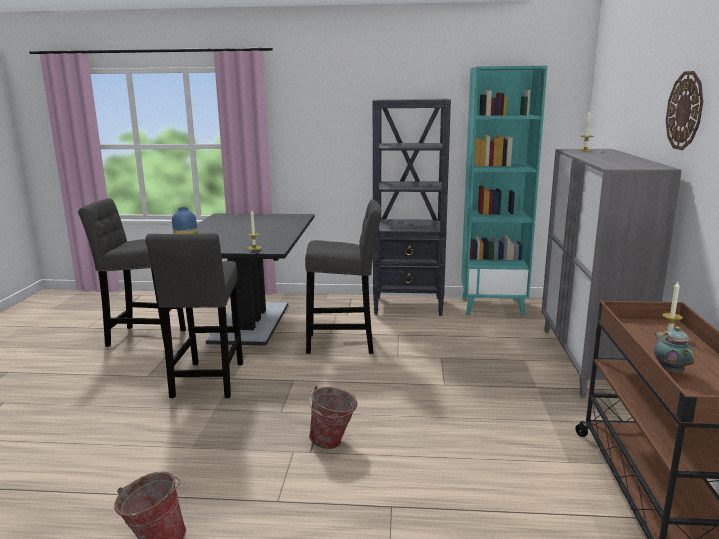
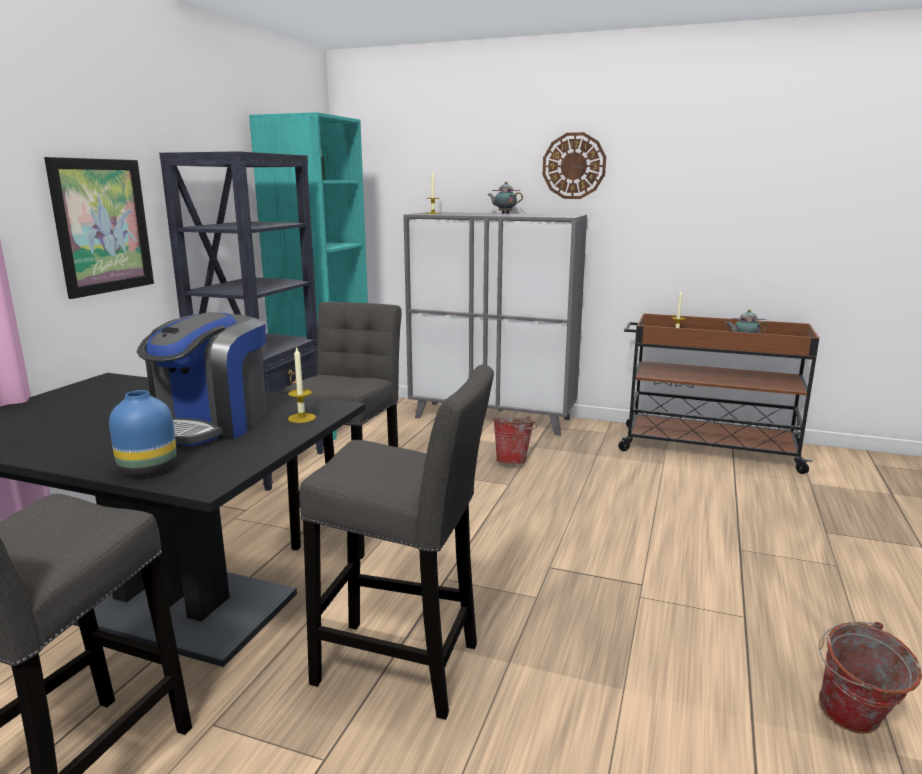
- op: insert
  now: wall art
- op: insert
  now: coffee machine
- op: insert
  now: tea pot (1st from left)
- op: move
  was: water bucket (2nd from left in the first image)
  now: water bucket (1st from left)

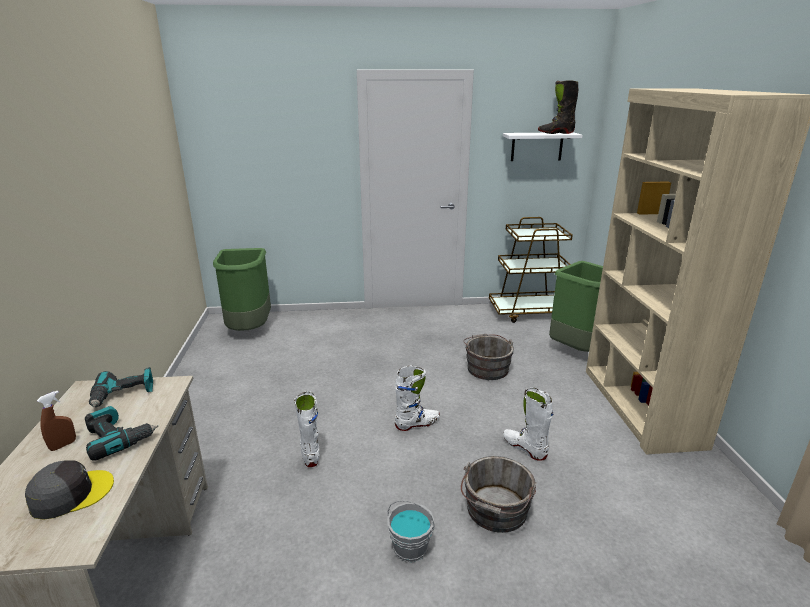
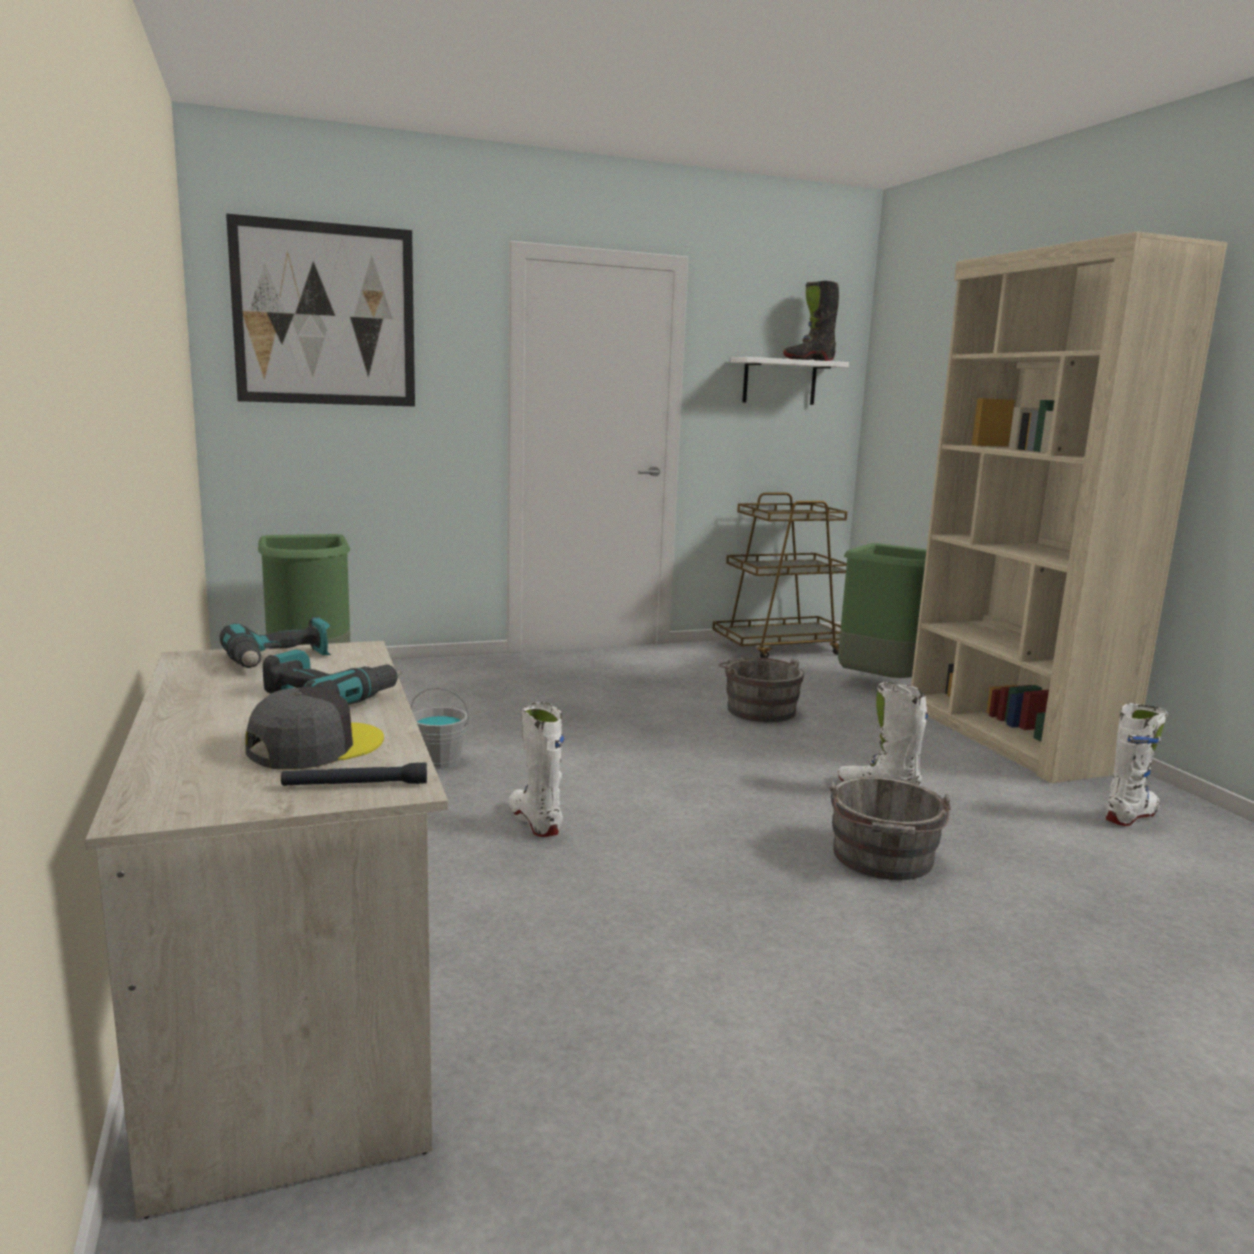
- op: insert
  now: wall art
- op: insert
  now: black hand torch
- op: move
  was: grey water bucket (1st from left)
- op: move
  was: whitish tall boot (2nd from left in the first image)
  now: whitish tall boot (3rd from left)
- op: delete
  was: brown-coloured sprayer

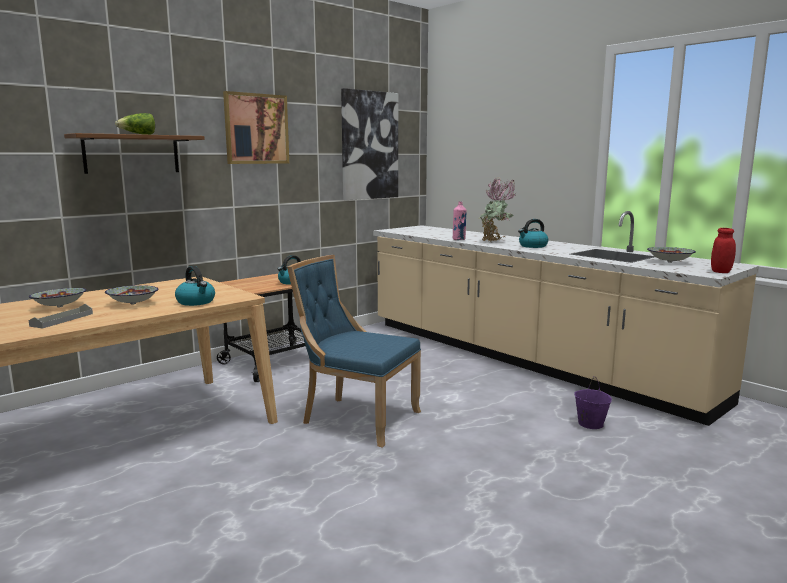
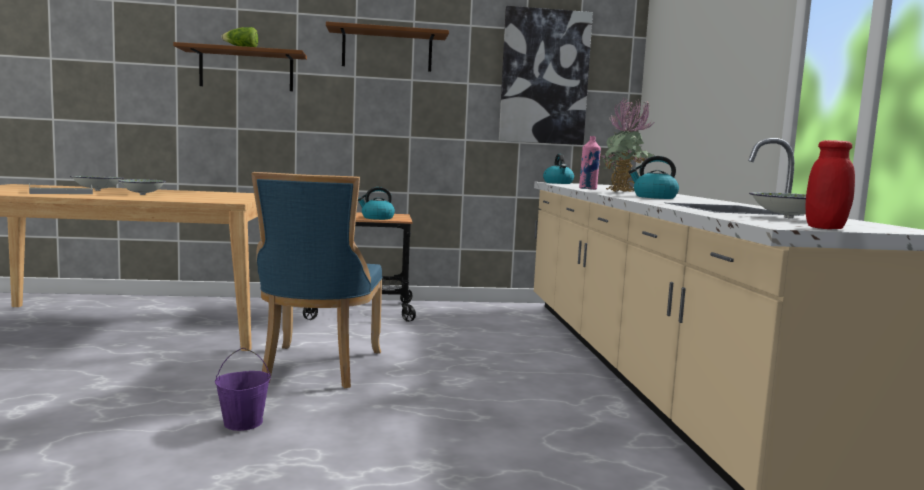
- op: move
  was: purple water bucket
- op: rotate
  was: blue chair
  clockwise: -150
- op: replace
  was: wall art (1st from left)
  now: brown-coloured shelf (2nd from left)
- op: move
  was: kettle (1st from left in the first image)
  now: kettle (2nd from left)

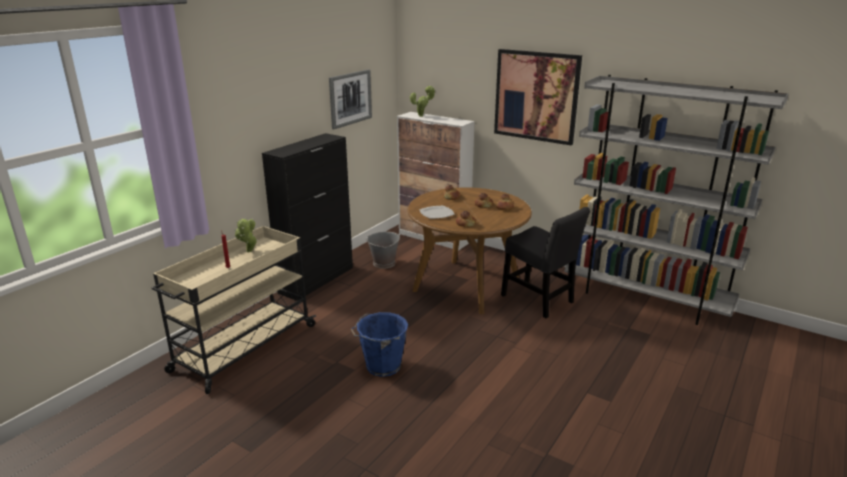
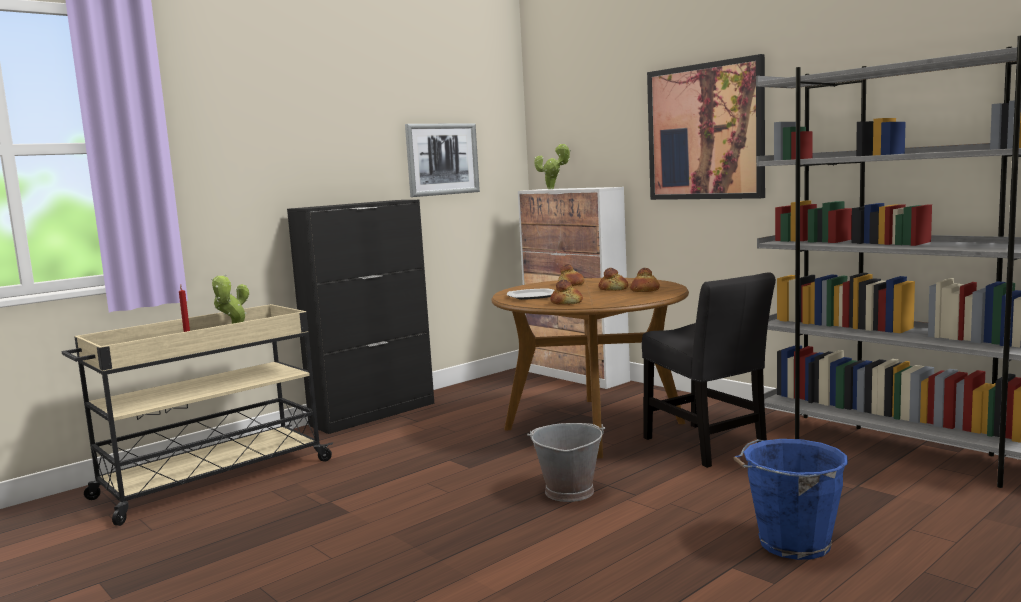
- op: move
  was: grey water bucket
- op: move
  was: blue water bucket

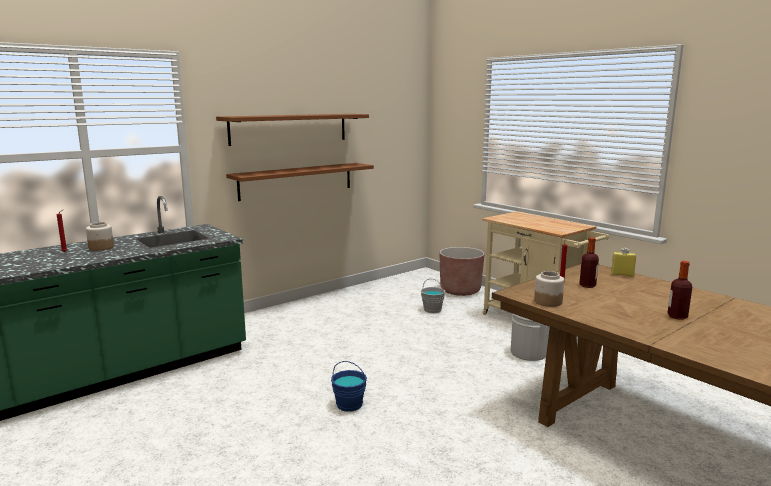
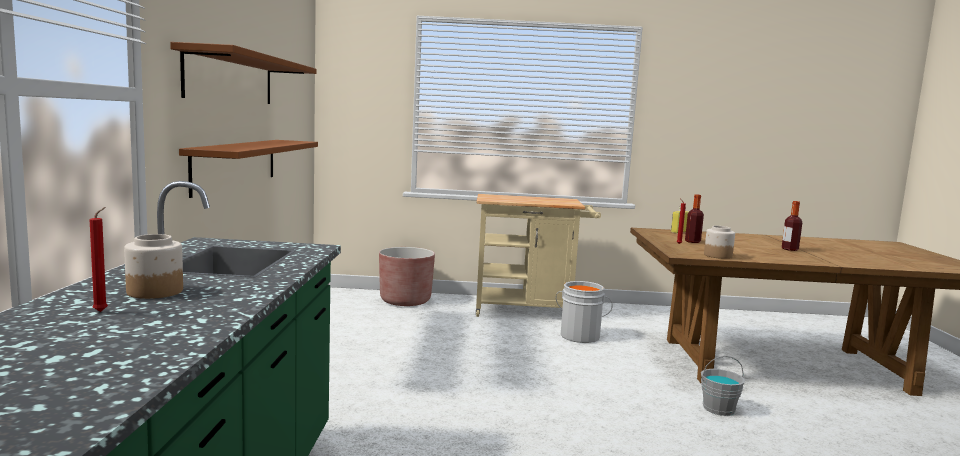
- op: move
  was: grey water bucket (1st from left in the first image)
  now: grey water bucket (2nd from left)
- op: delete
  was: blue water bucket

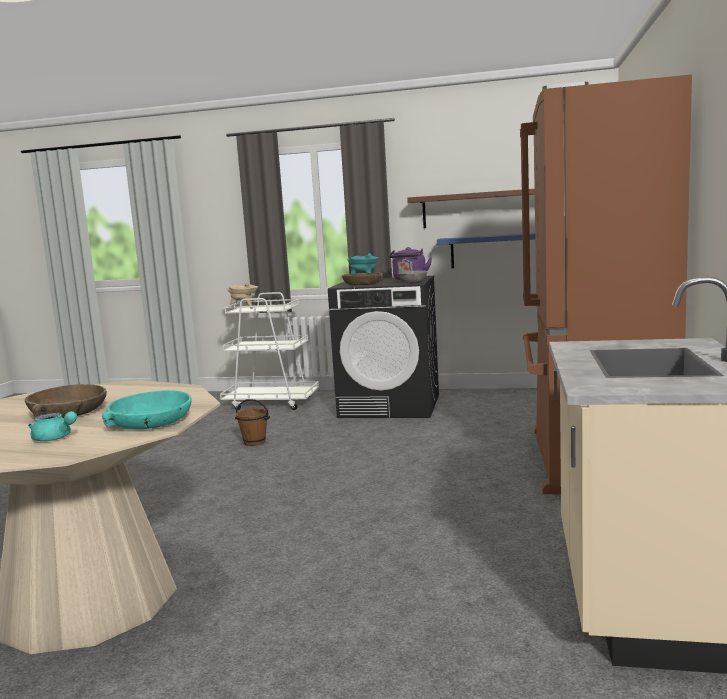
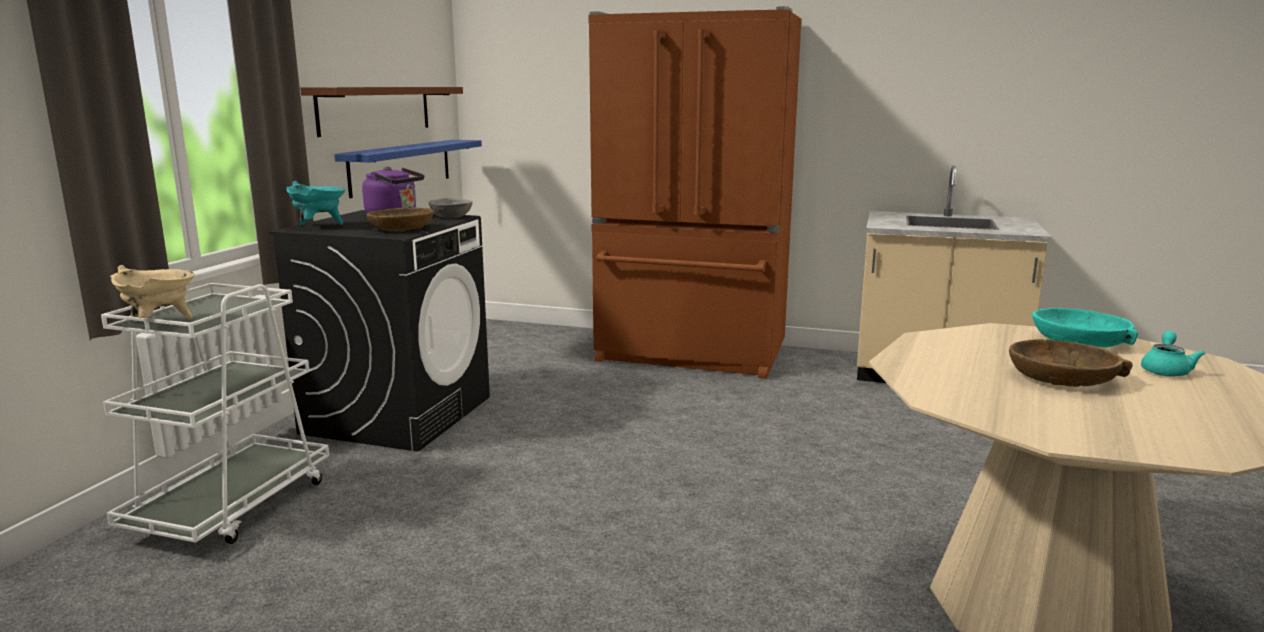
- op: delete
  was: brown-coloured water bucket

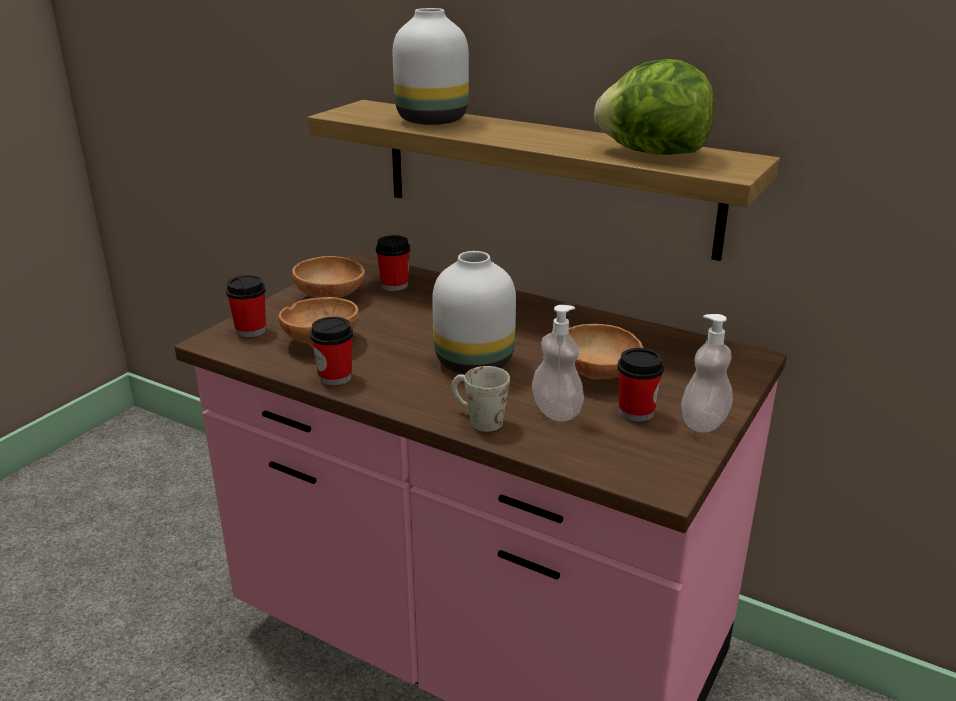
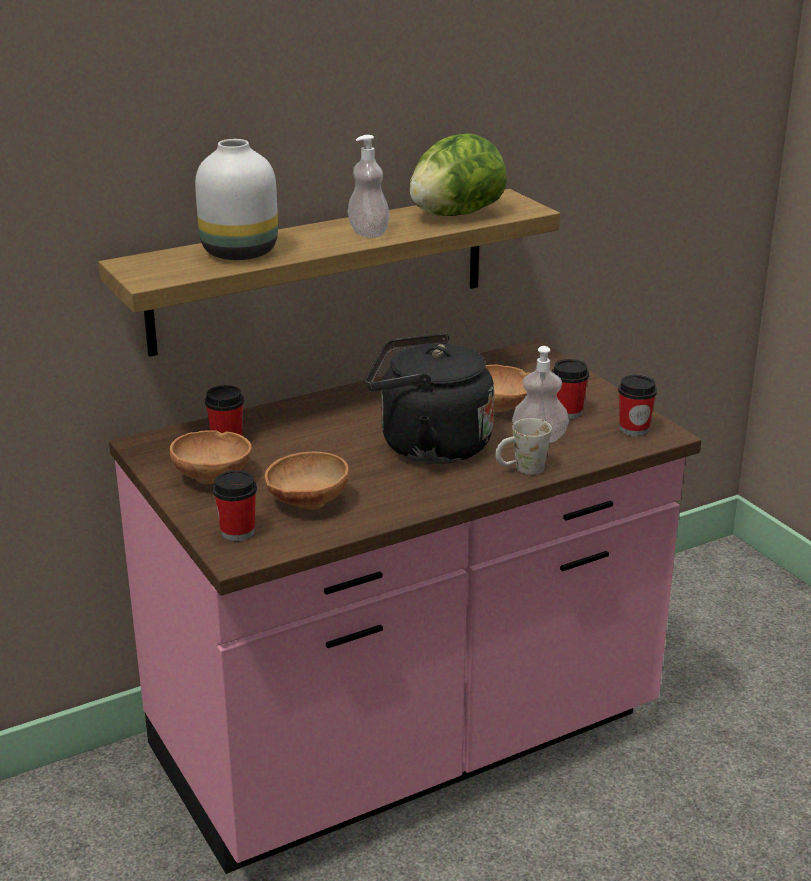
- op: move
  was: soap dispenser (2nd from left in the first image)
  now: soap dispenser (1st from left)
- op: replace
  was: whitish vase (2nd from left)
  now: black kettle
- op: move
  was: cup (2nd from left in the first image)
  now: cup (4th from left)

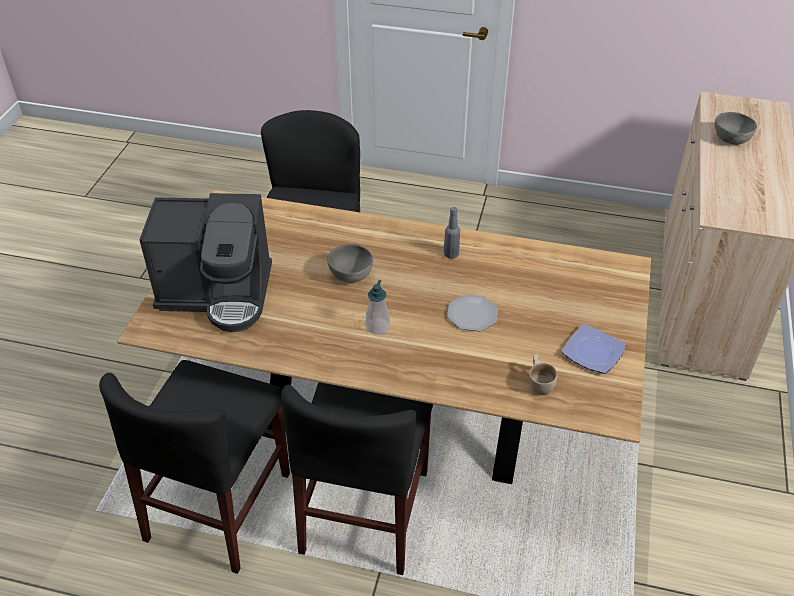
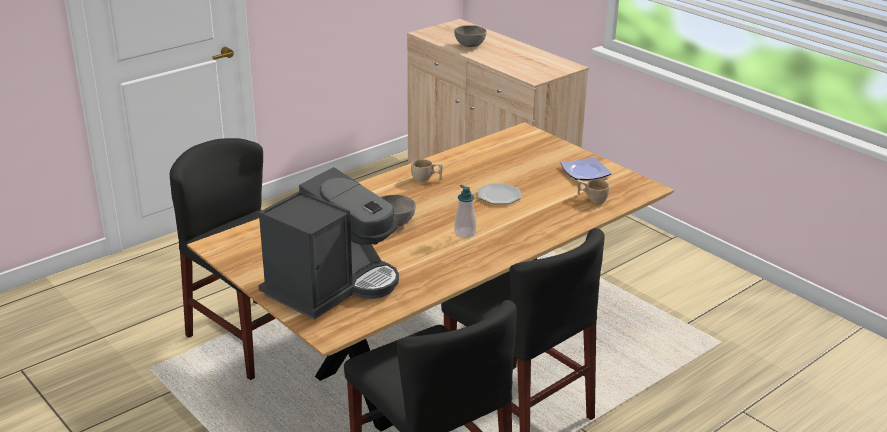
- op: replace
  was: grey bottle
  now: sand-coloured cup (1st from left)

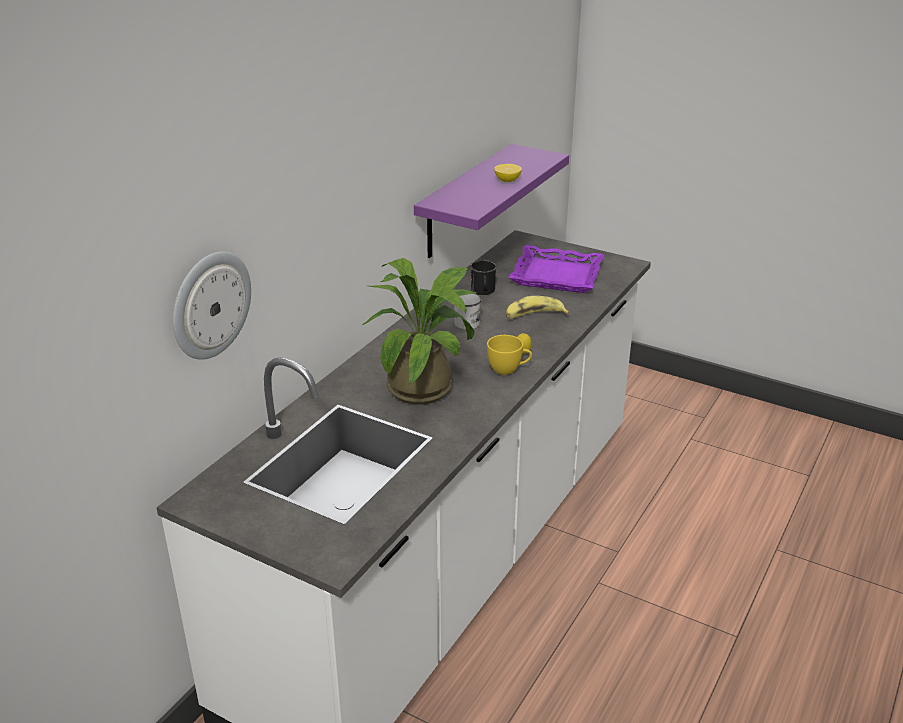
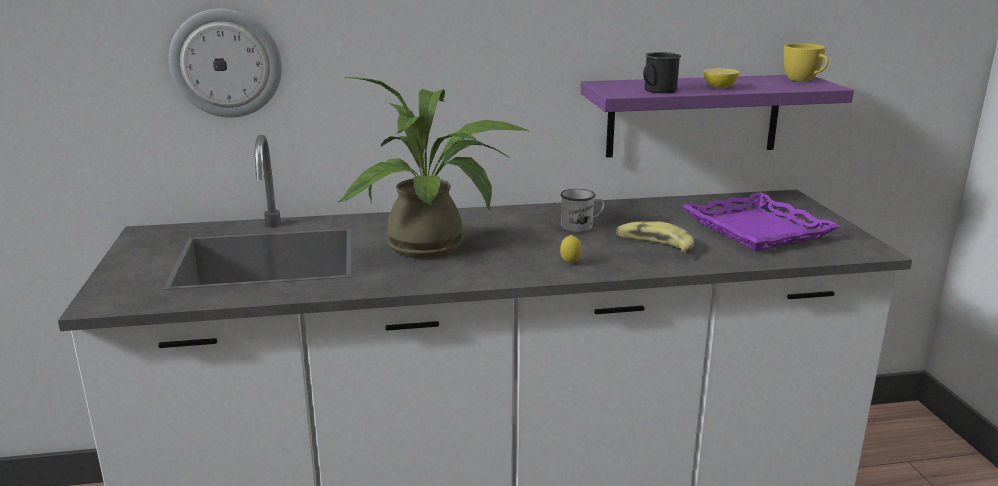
- op: move
  was: black coffee mug
- op: move
  was: yellowish cup

